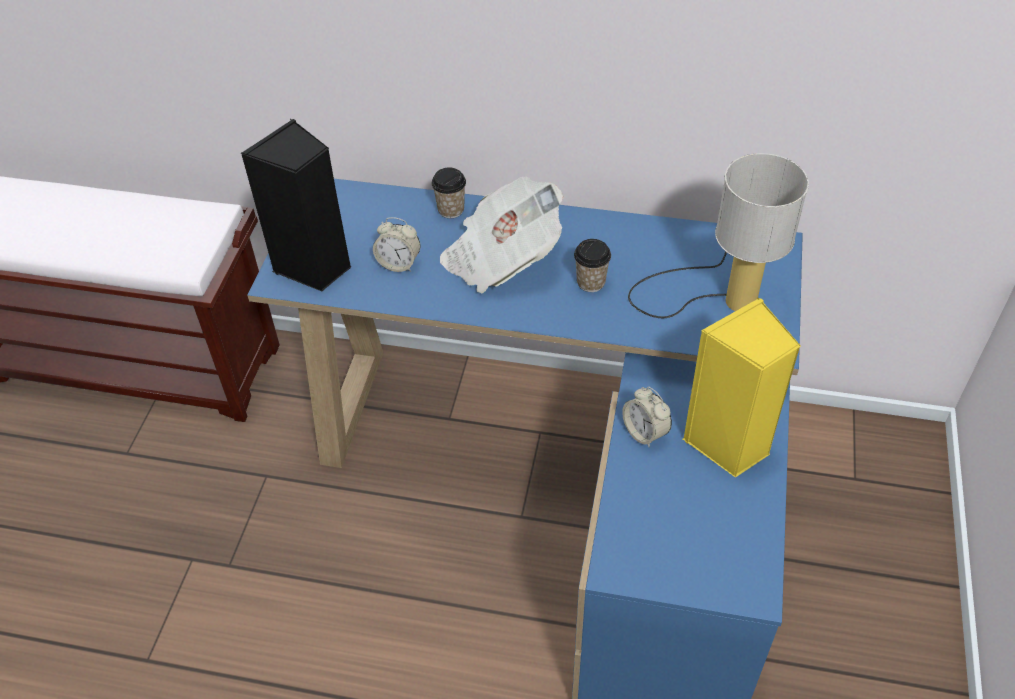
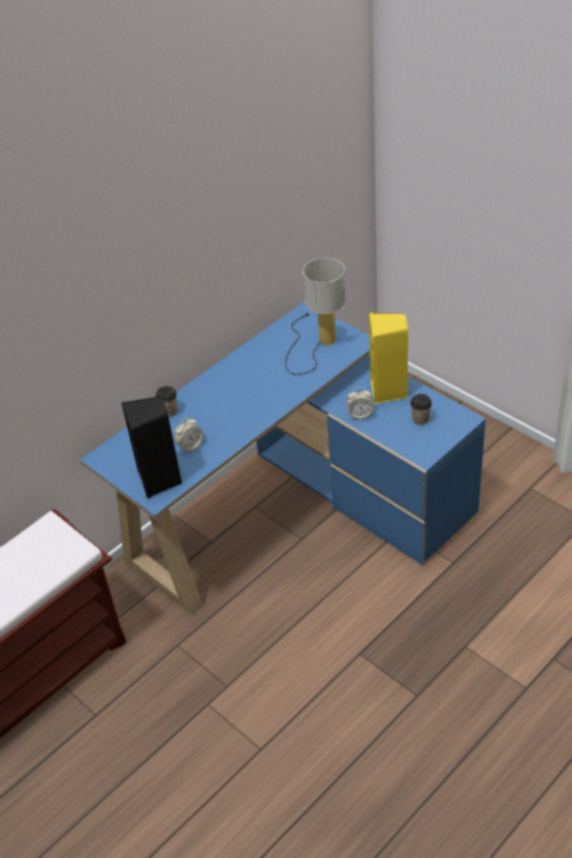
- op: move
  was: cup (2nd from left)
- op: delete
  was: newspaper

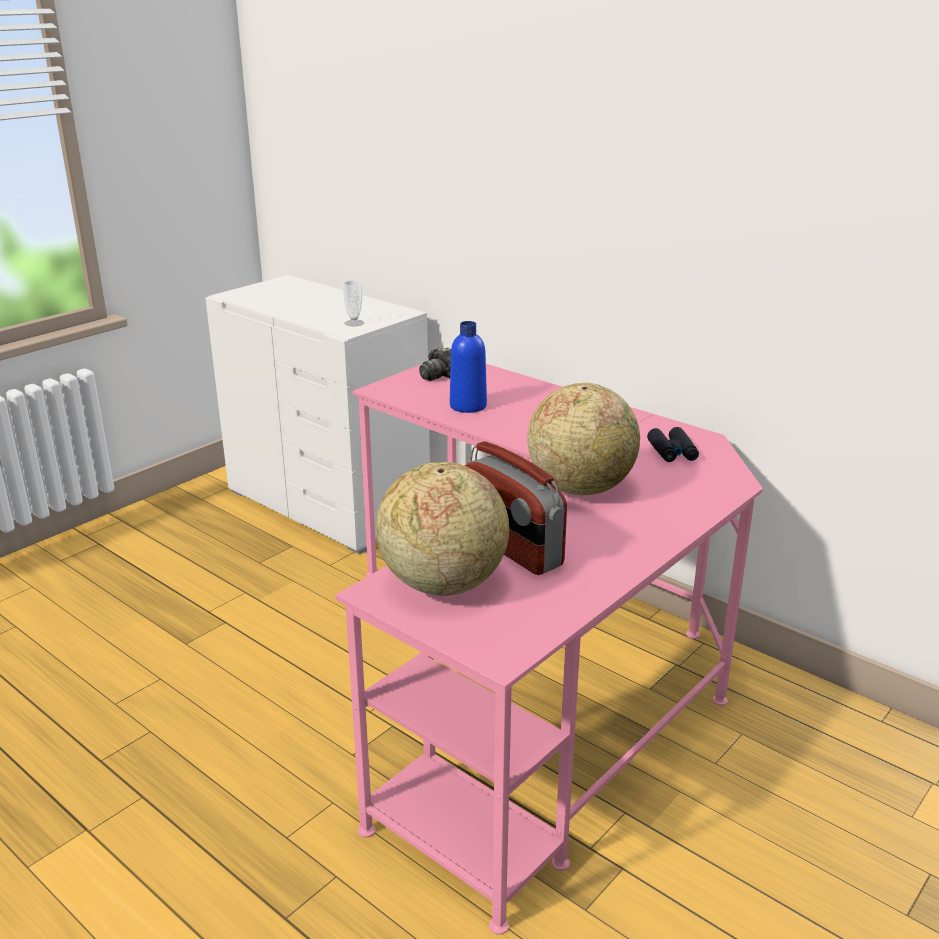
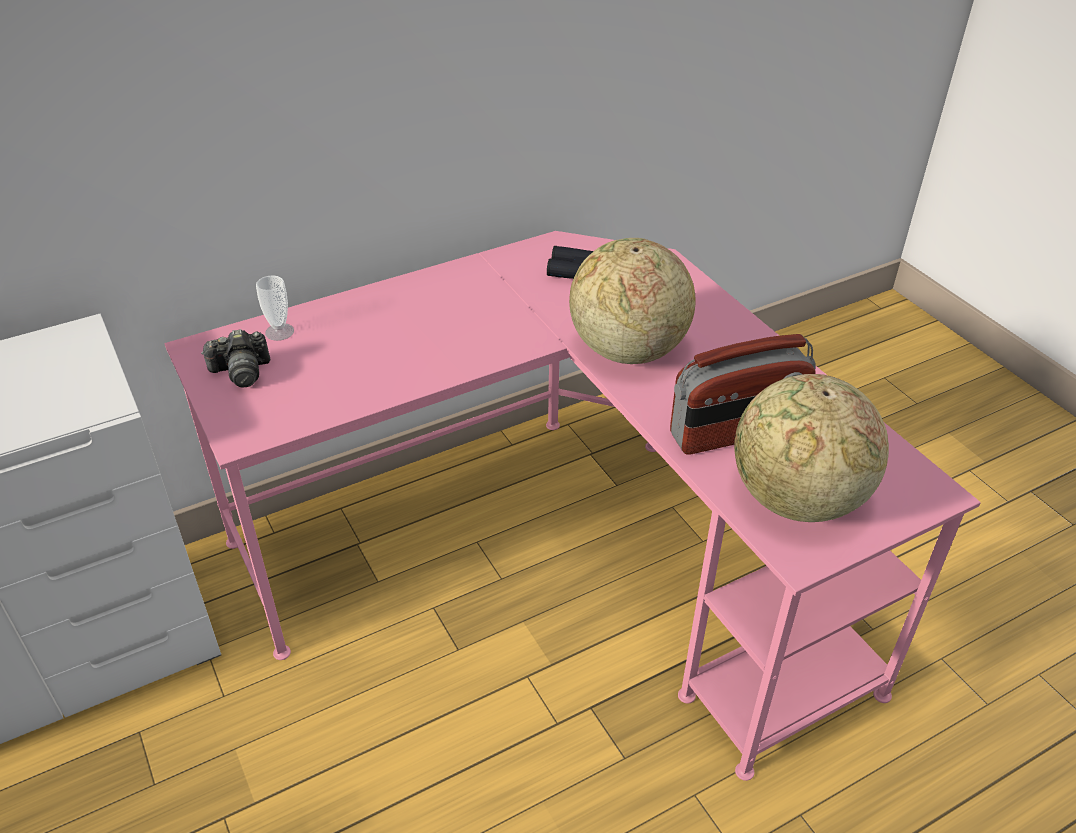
- op: move
  was: cup
- op: delete
  was: blue bottle

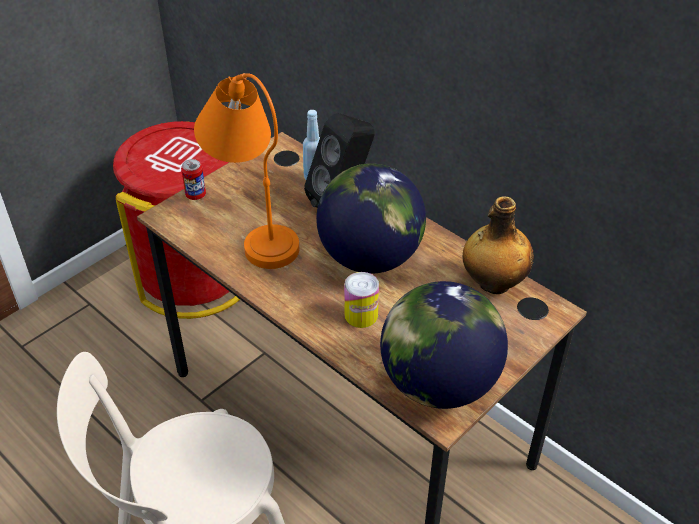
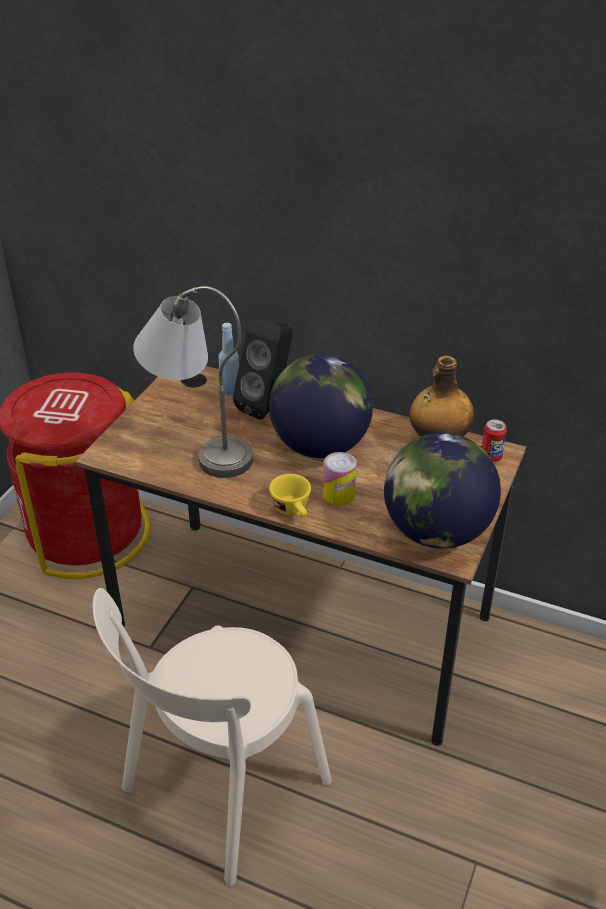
- op: recolor
  was: orange tabletop lamp
  now: grey tabletop lamp
- op: insert
  now: yellowish cup
- op: move
  was: metal can (1st from left in the first image)
  now: metal can (2nd from left)

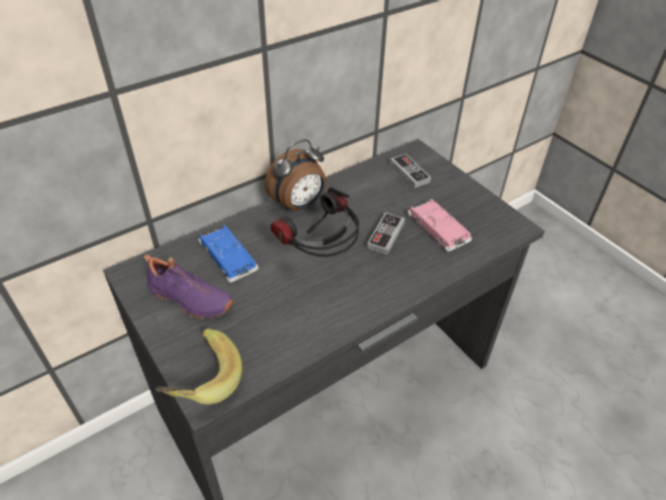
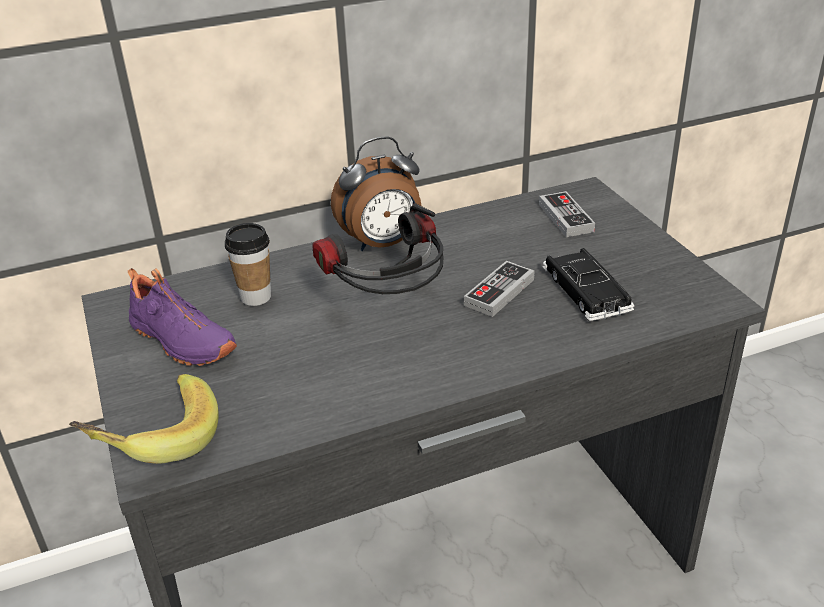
- op: replace
  was: blue toy car
  now: cup
- op: recolor
  was: pink-coloured toy car
  now: black toy car

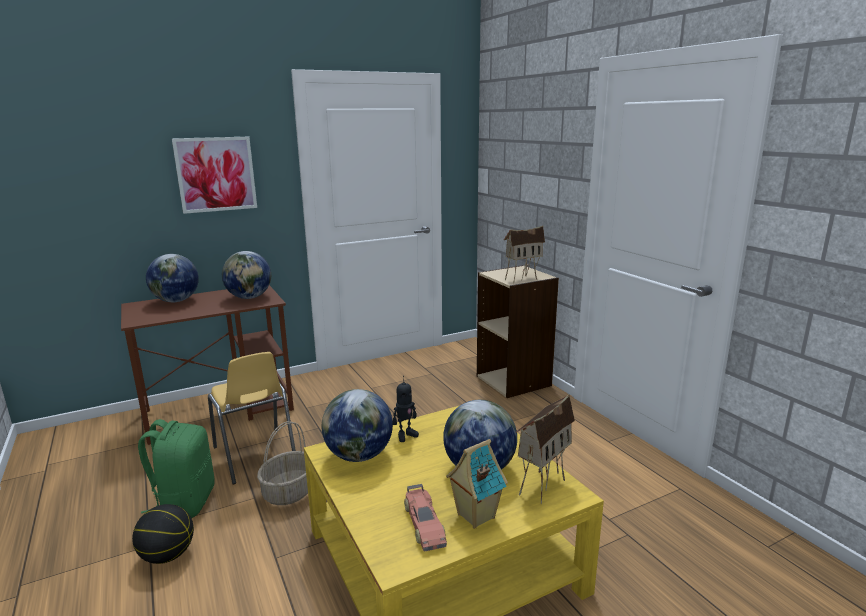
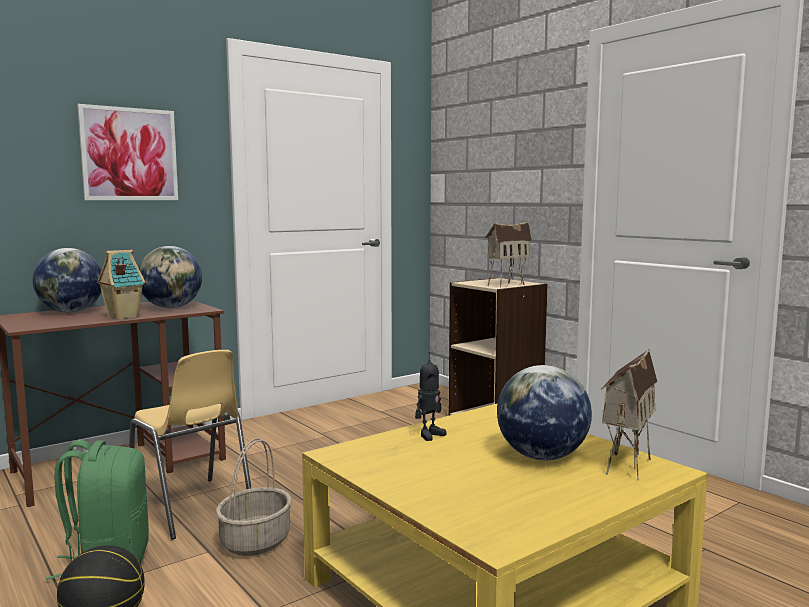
- op: move
  was: miniature house (1st from left)
- op: delete
  was: globe (3rd from left)
- op: delete
  was: toy car

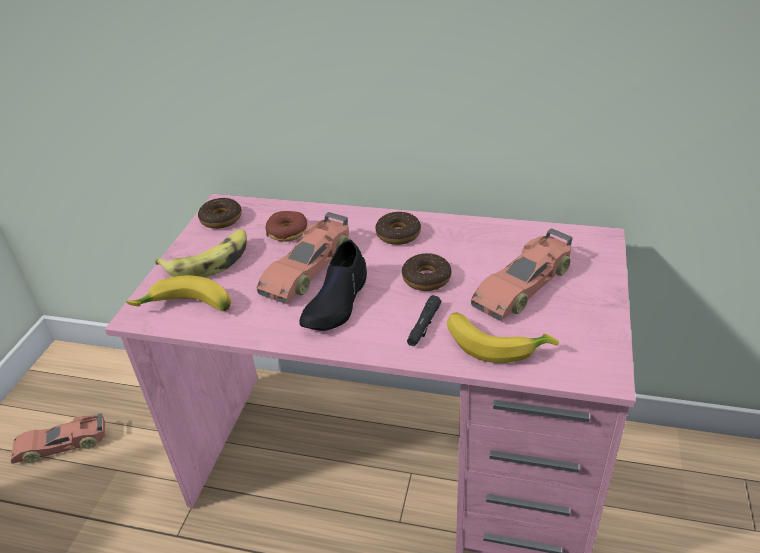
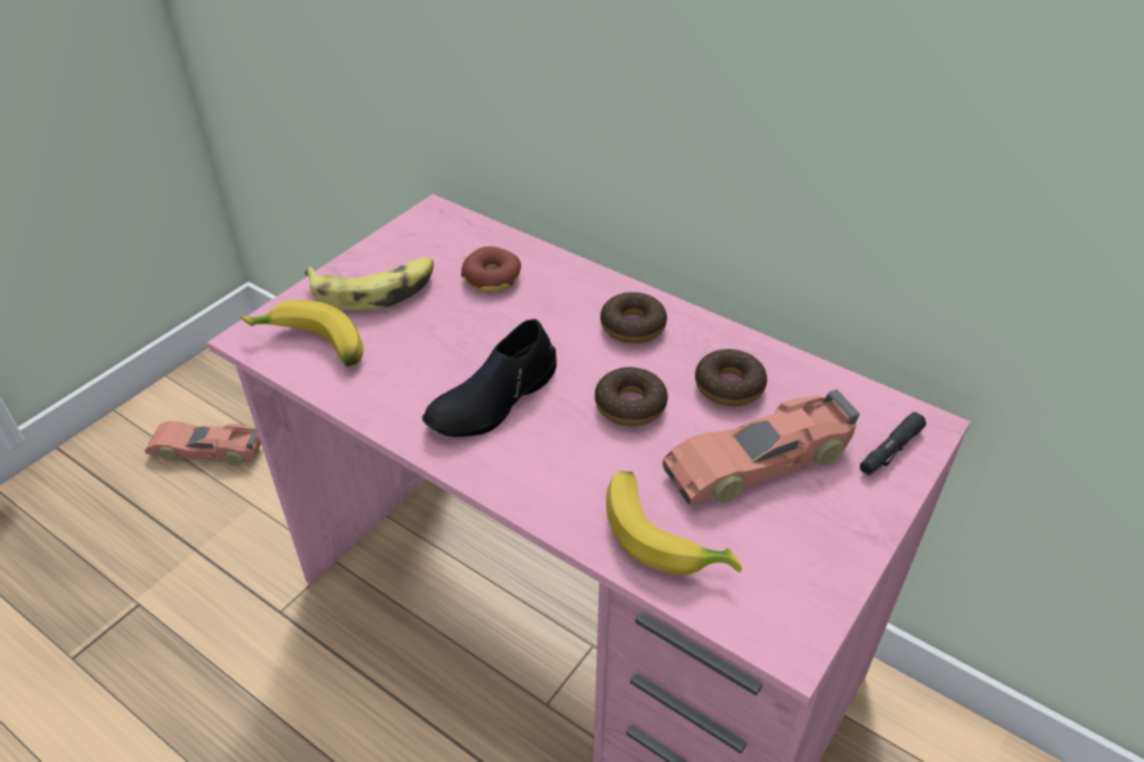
- op: move
  was: ring doughnut (1st from left in the first image)
  now: ring doughnut (4th from left)
- op: move
  was: black hand torch
- op: delete
  was: toy car (2nd from left)

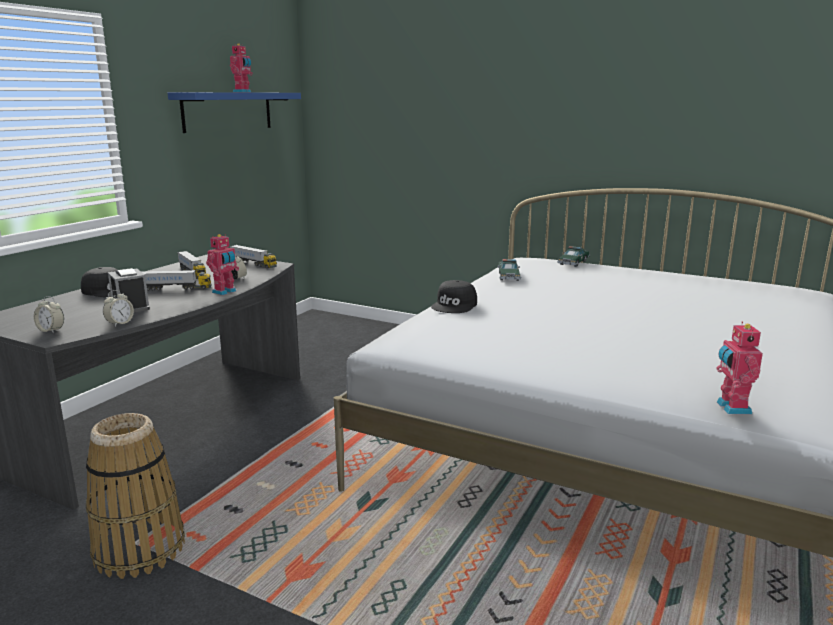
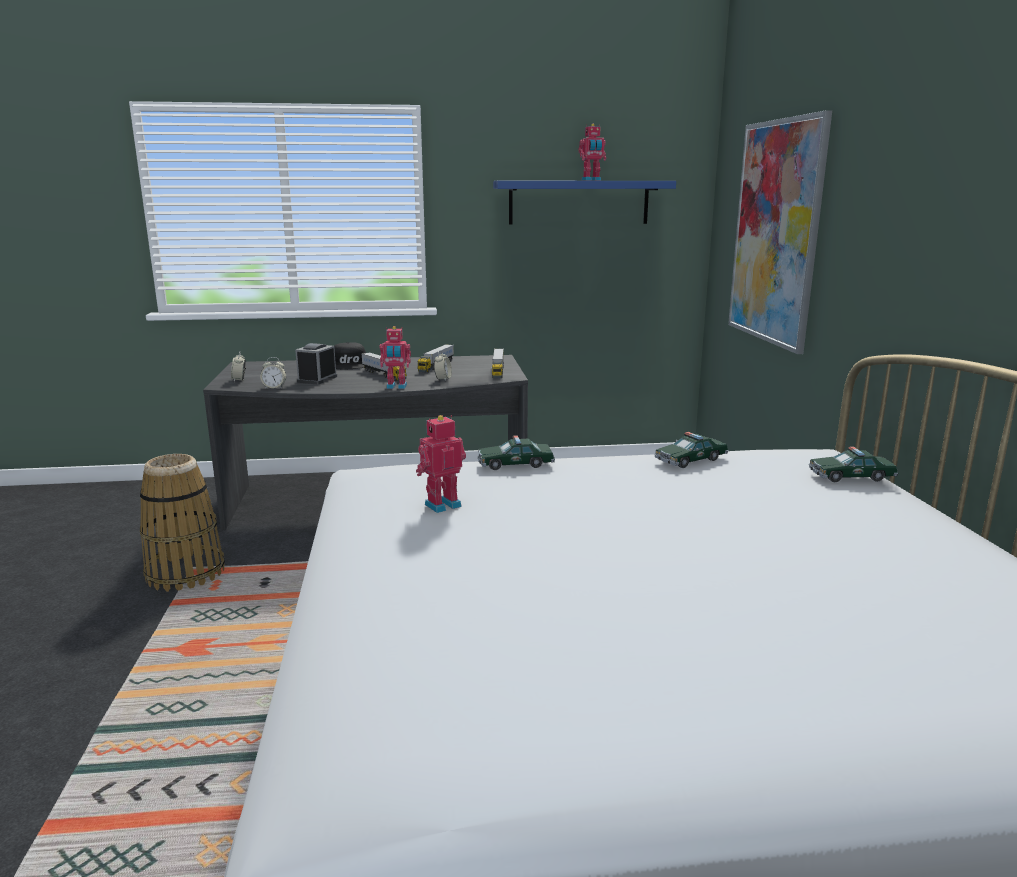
- op: move
  was: toy robot (3rd from left in the first image)
  now: toy robot (2nd from left)
- op: replace
  was: black cap (2nd from left)
  now: toy car (1st from left)
- op: insert
  now: wall art

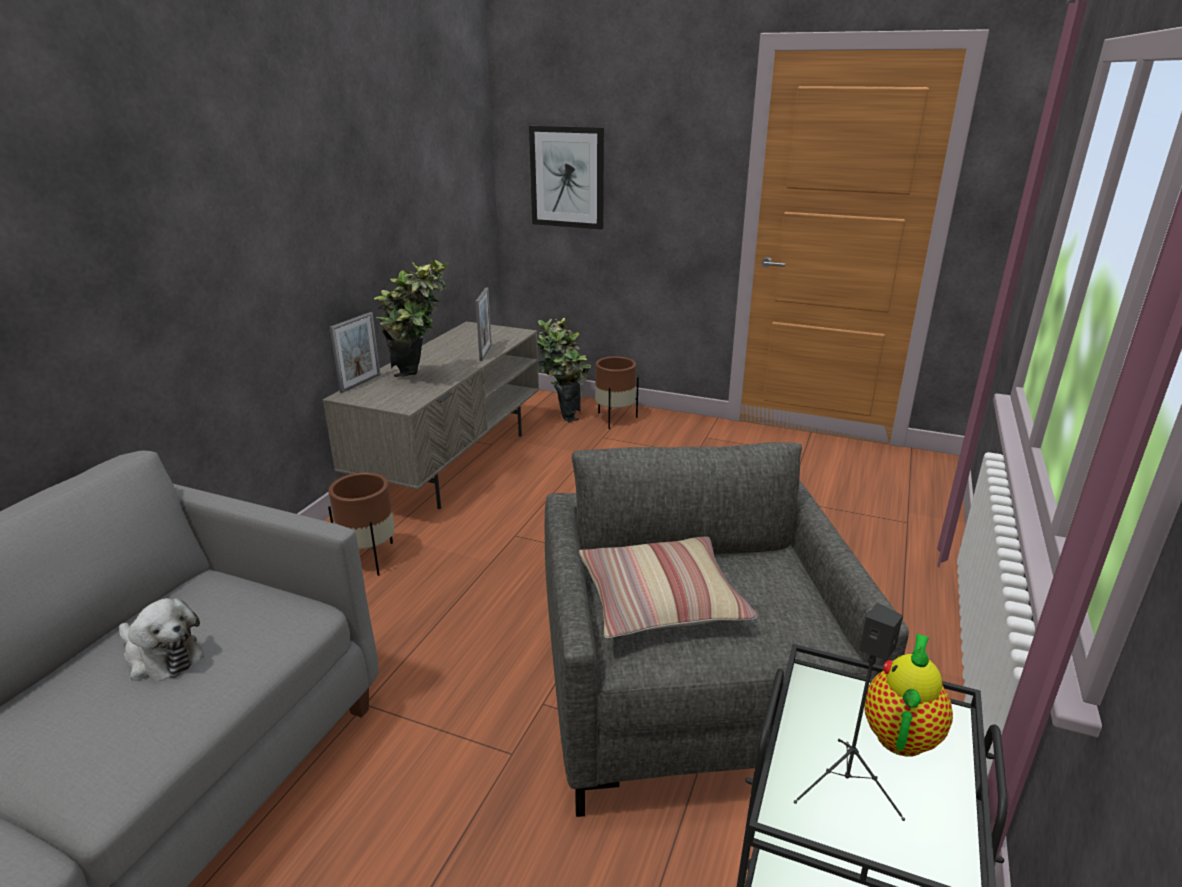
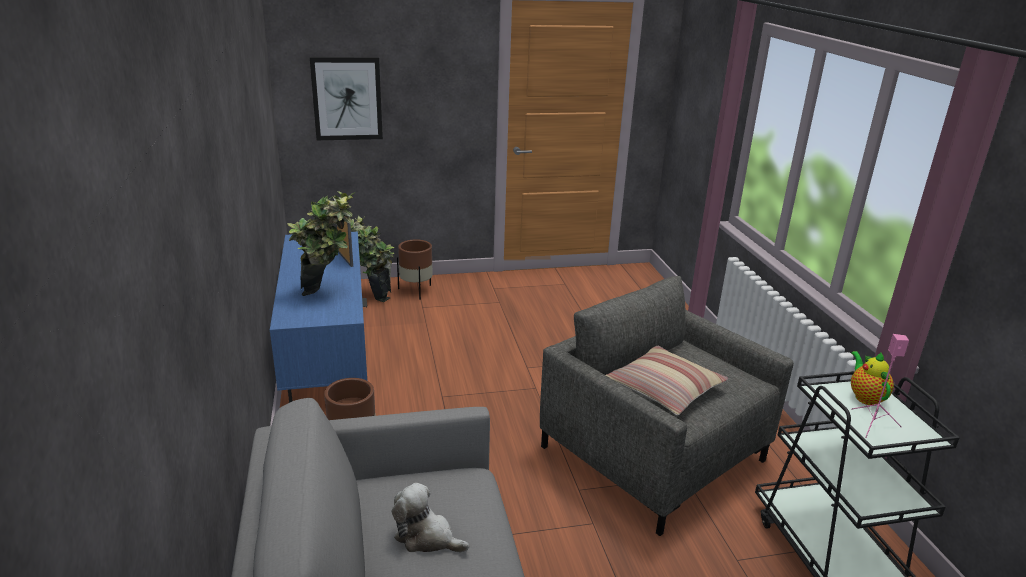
- op: recolor
  was: grey tv stand
  now: blue tv stand
- op: rotate
  was: cuddly toy
  clockwise: -150
- op: recolor
  was: black audio speaker
  now: pink-coloured audio speaker
- op: delete
  was: photo frame (1st from left)

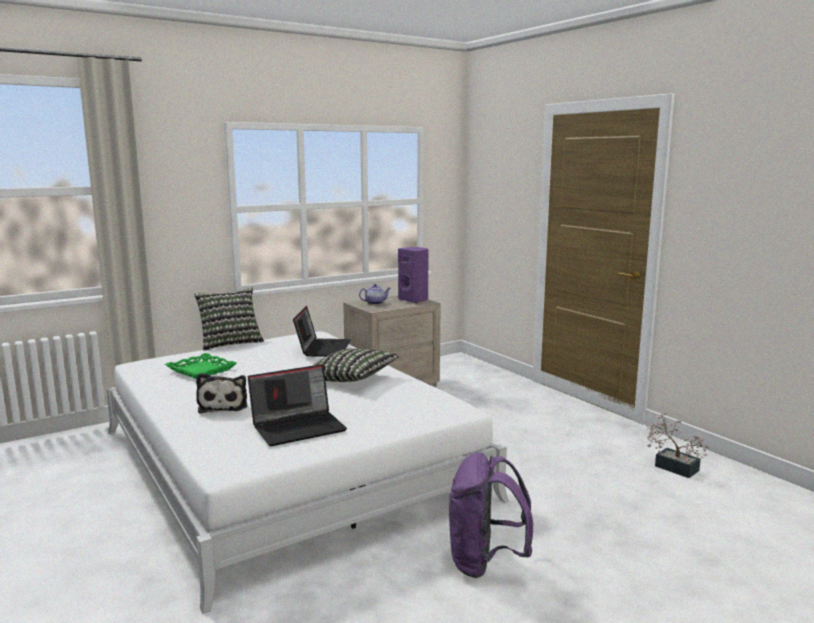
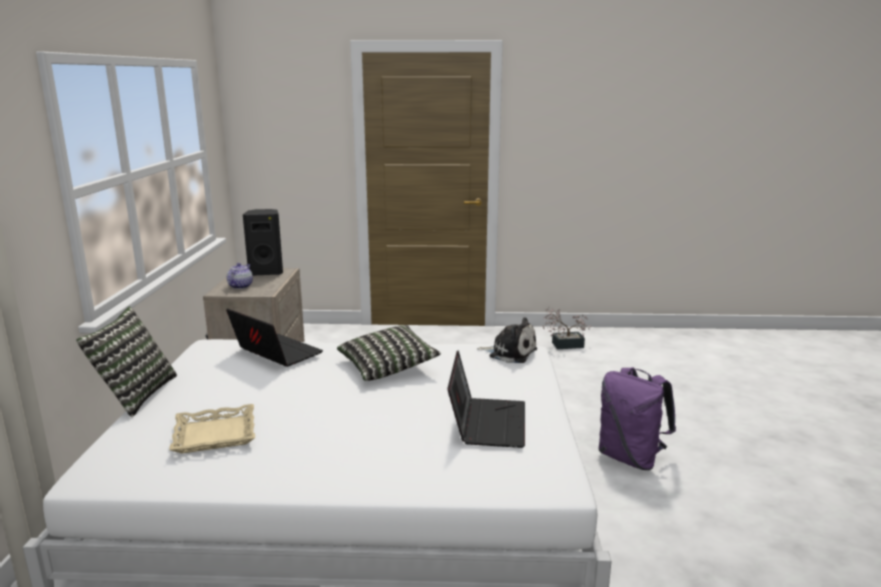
- op: recolor
  was: green serving tray
  now: sand-coloured serving tray
- op: recolor
  was: purple audio speaker
  now: black audio speaker
- op: move
  was: cuddly toy

